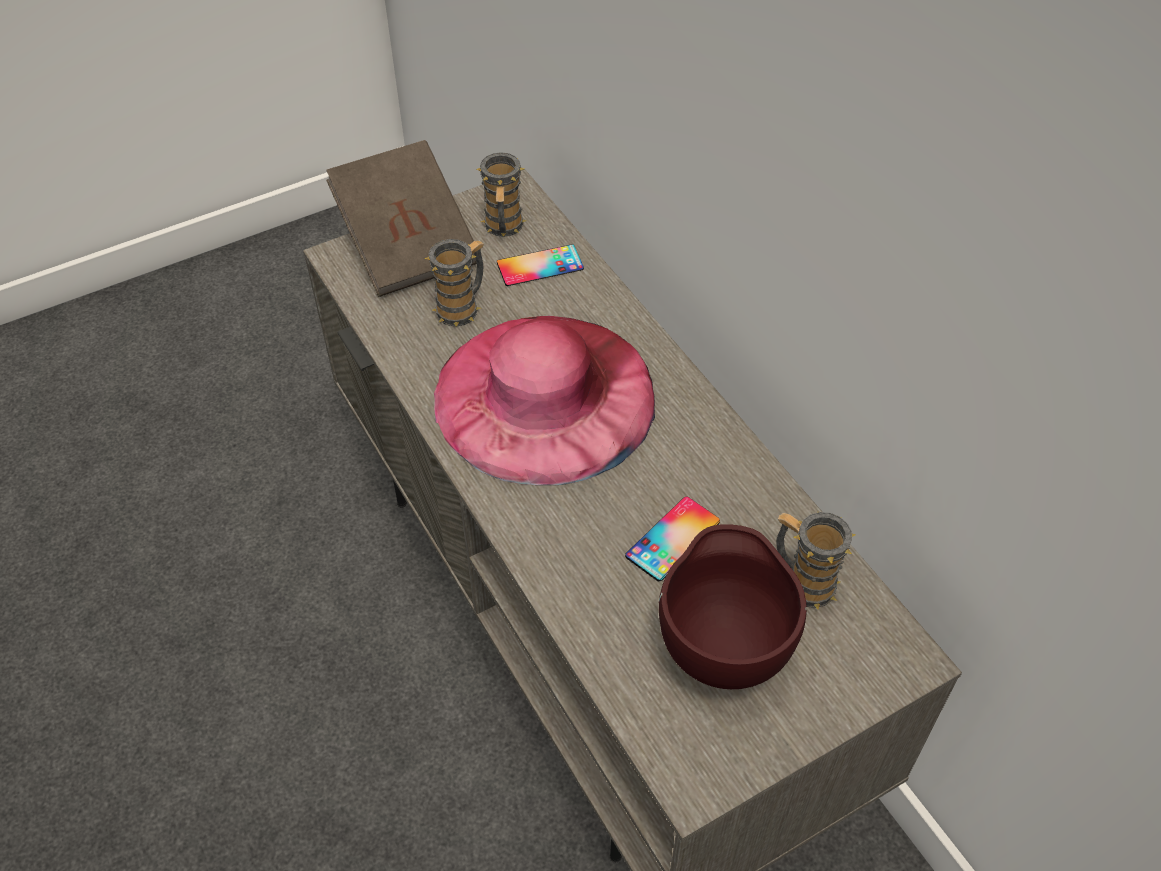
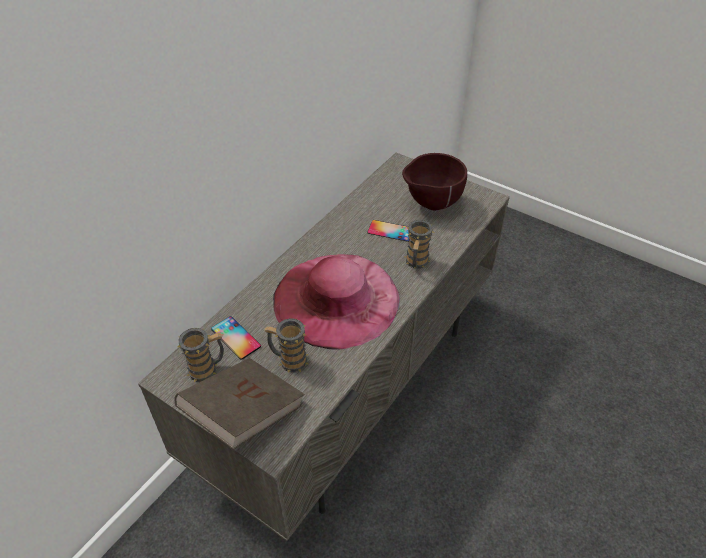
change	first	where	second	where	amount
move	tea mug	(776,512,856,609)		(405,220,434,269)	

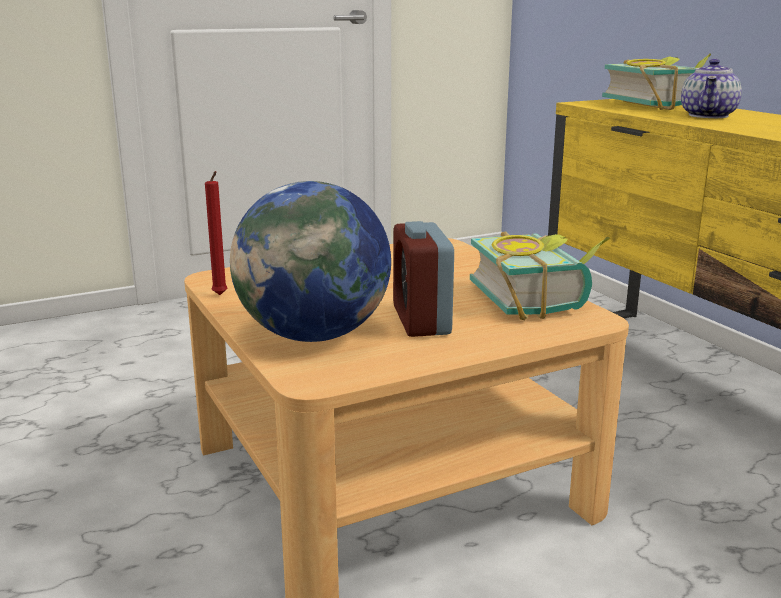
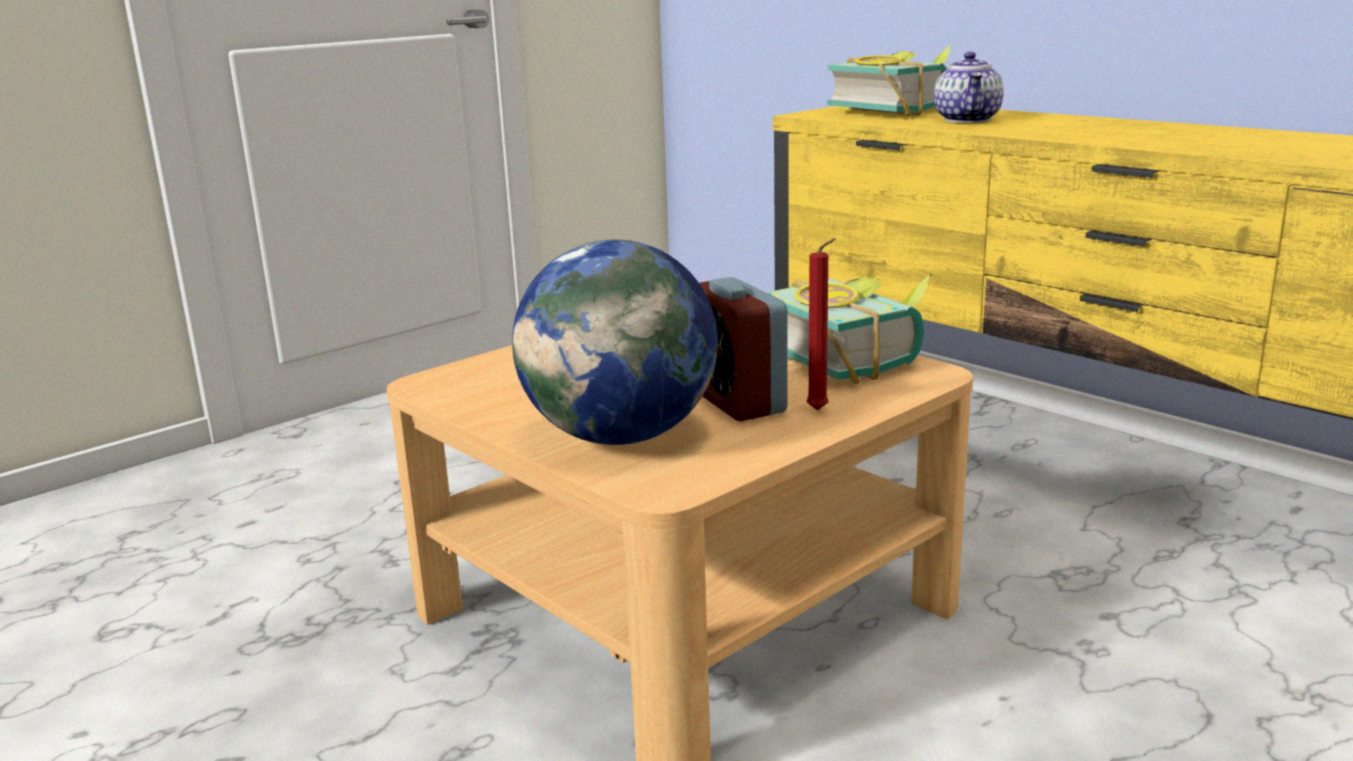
change	first	where	second	where	amount
move	red-coloured candle	(205,171,228,295)		(806,238,836,410)	

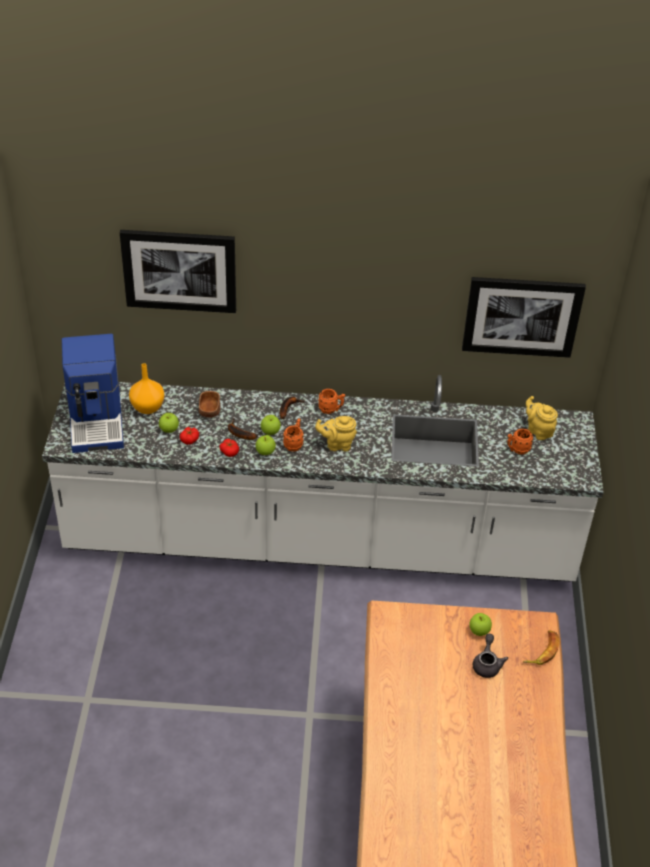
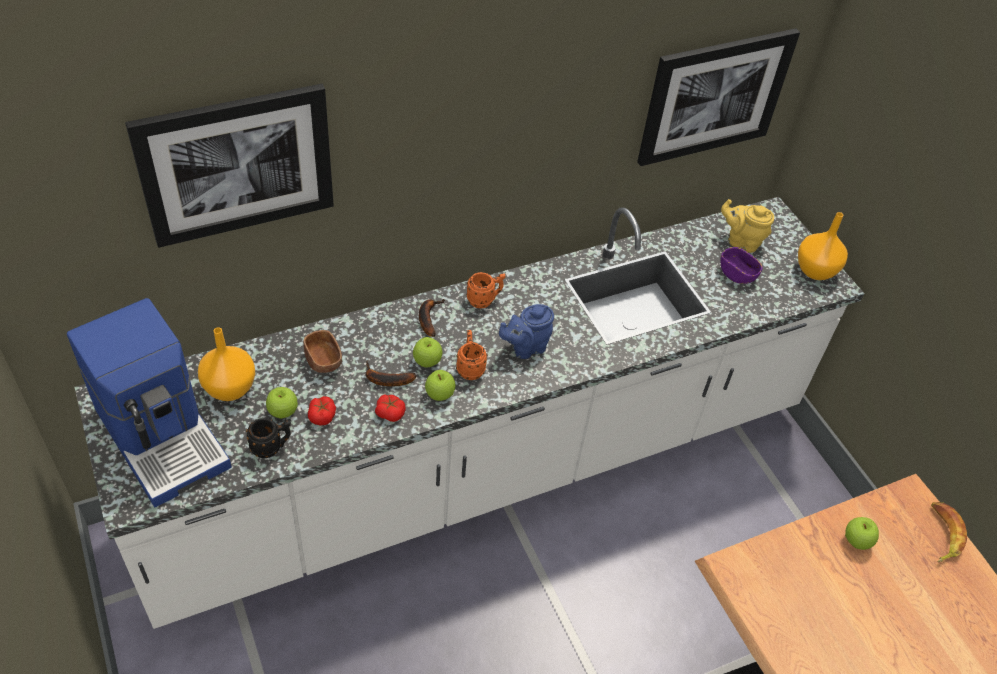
change	first	where	second	where	amount
recolor	yellowish tea pot	(315,416,357,452)	bluish tea pot	(499,304,554,359)	
replace	orangey tea mug	(507,428,534,454)	purple-coloured deep dish	(720,247,763,284)	
delete	greyish tea pot	(472,634,508,678)			
insert			orangey vase	(798,212,848,280)	
insert			black-coloured tea mug	(246,418,291,458)	

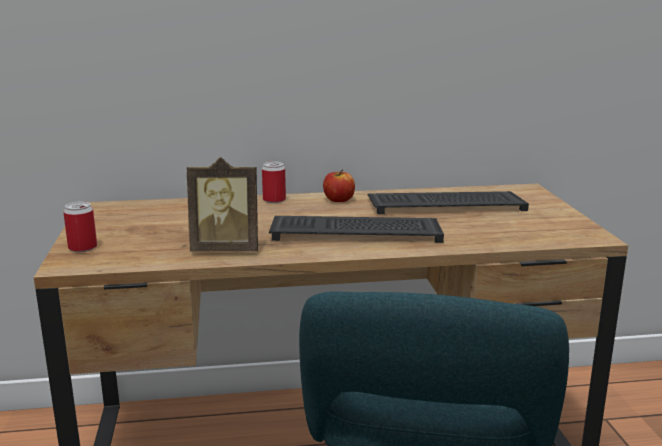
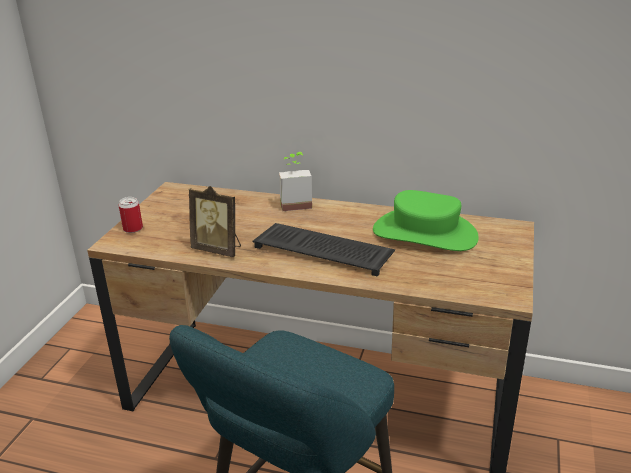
change	first	where	second	where	amount
replace	can	(262,161,286,203)	plant in a pot	(279,152,312,211)	
delete	apple fruit	(323,169,355,202)			
replace	computer keyboard	(368,191,529,214)	green-coloured wearable hat	(373,190,479,251)	

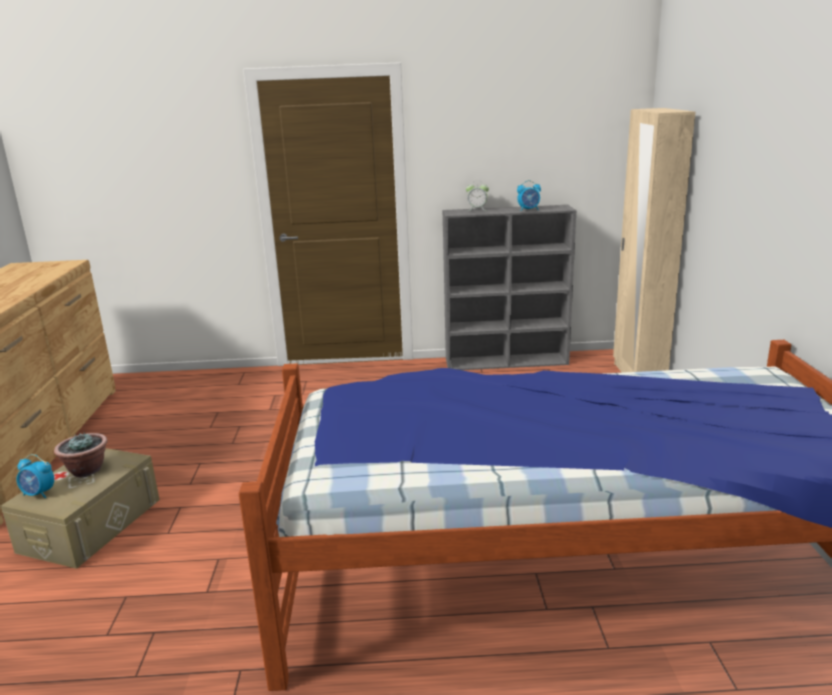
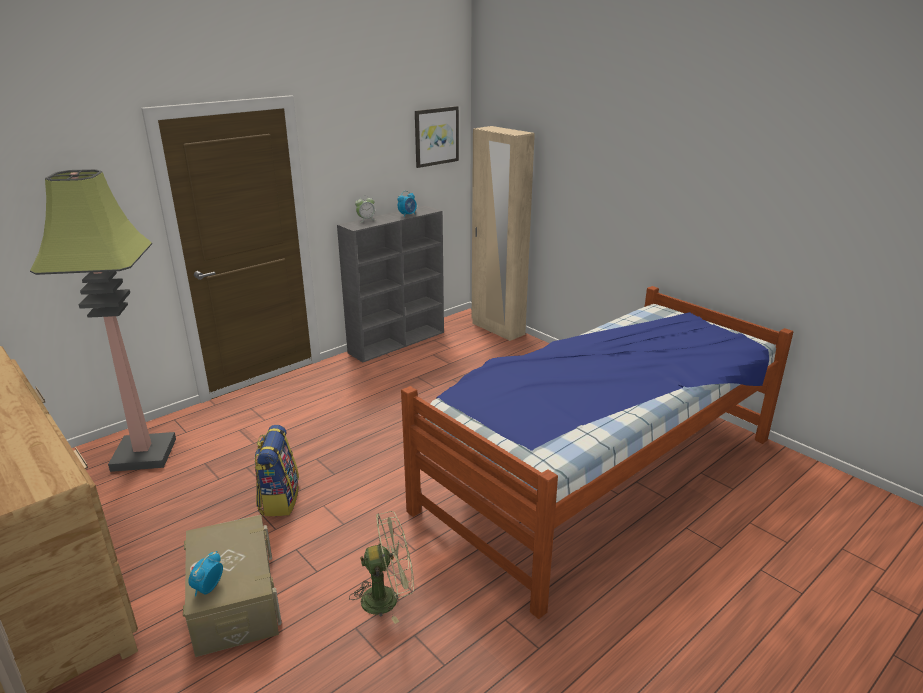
change	first	where	second	where	amount
delete	plant in a pot	(54,432,108,477)			
rotate	bedside clock	(17,454,54,498)		(188,551,223,597)	135 degrees clockwise
insert			wall picture	(415,106,459,168)	
insert			standing lamp	(30,169,176,472)	
insert			backpack	(254,425,299,516)	
insert			green-coloured electric fan	(349,511,414,624)	

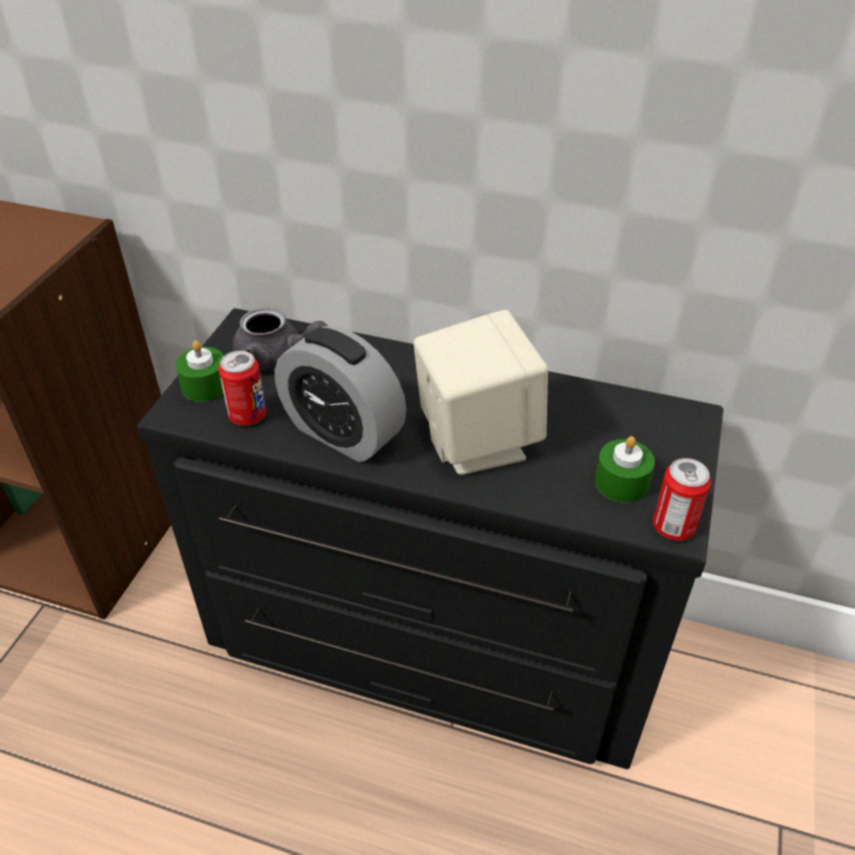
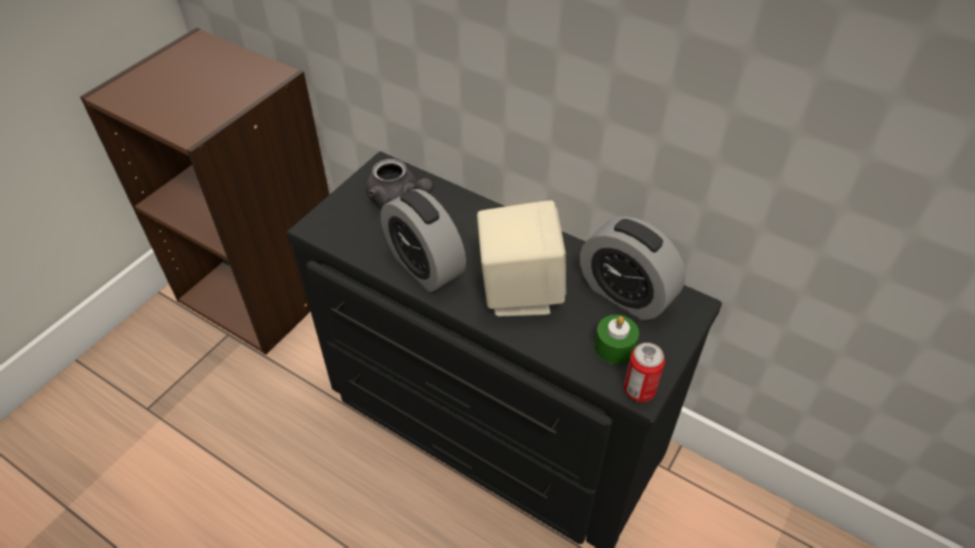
change	first	where	second	where	amount
delete	green-coloured candle	(176,340,224,402)			
delete	can	(219,351,266,425)			
insert			bedside clock	(580,216,686,320)	

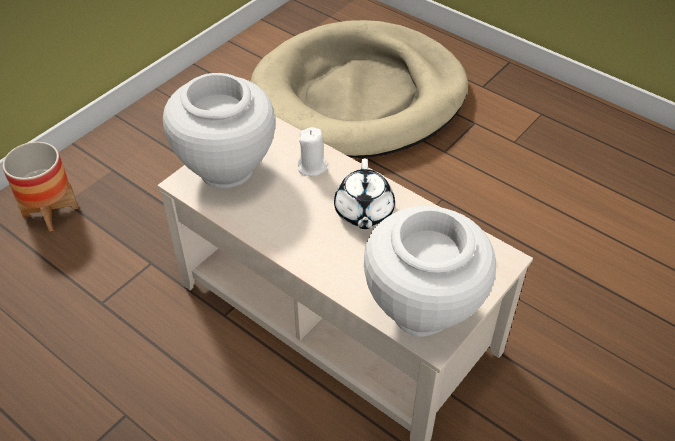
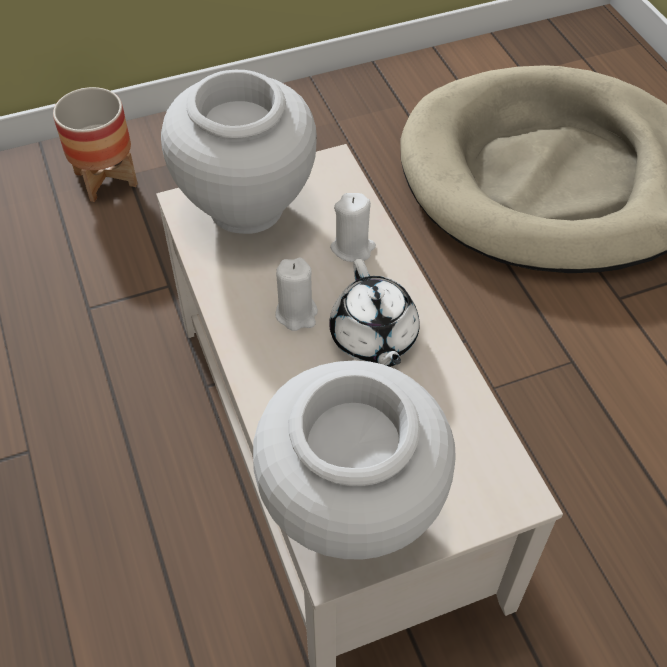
change	first	where	second	where	amount
rotate	whitish tea pot	(334,159,395,229)		(329,259,420,367)	45 degrees counterclockwise
insert			whitish candle	(275,258,318,331)	

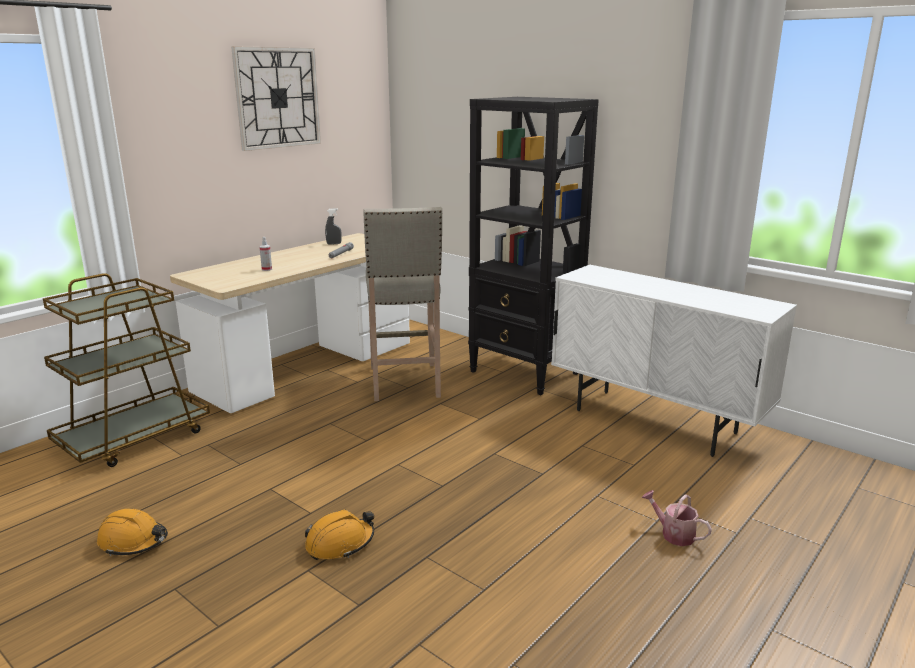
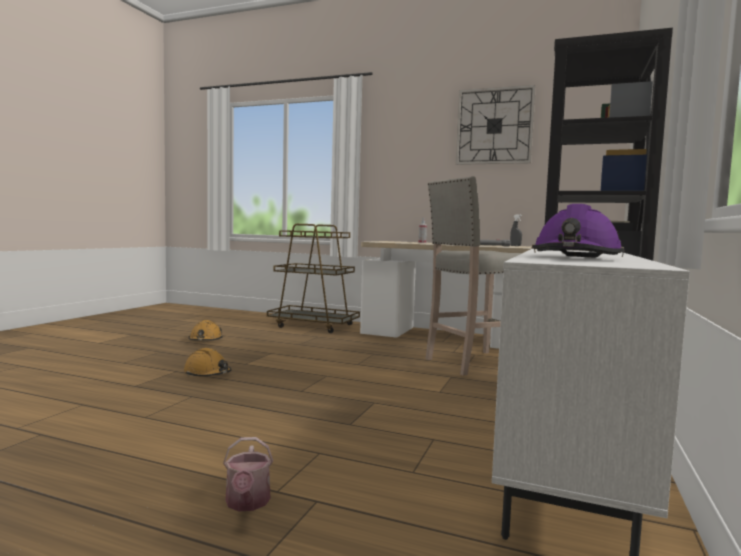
change	first	where	second	where	amount
rotate	watering pot	(642,490,712,546)		(223,437,273,511)	150 degrees clockwise
insert			purple-coloured safety helmet	(532,204,625,258)	

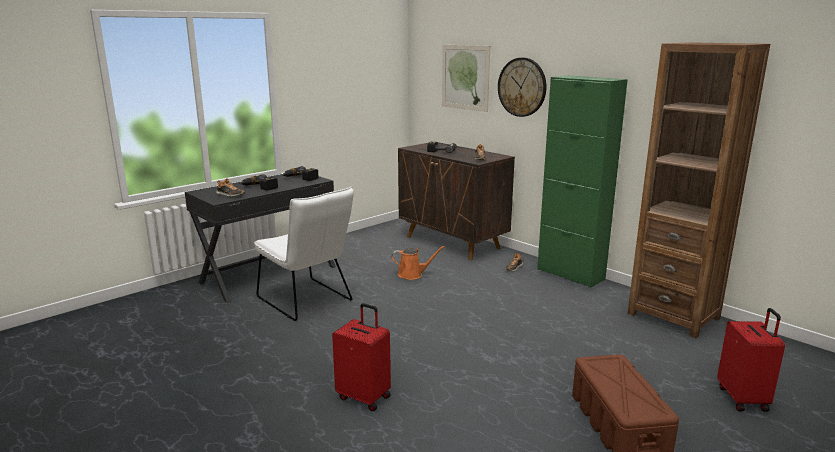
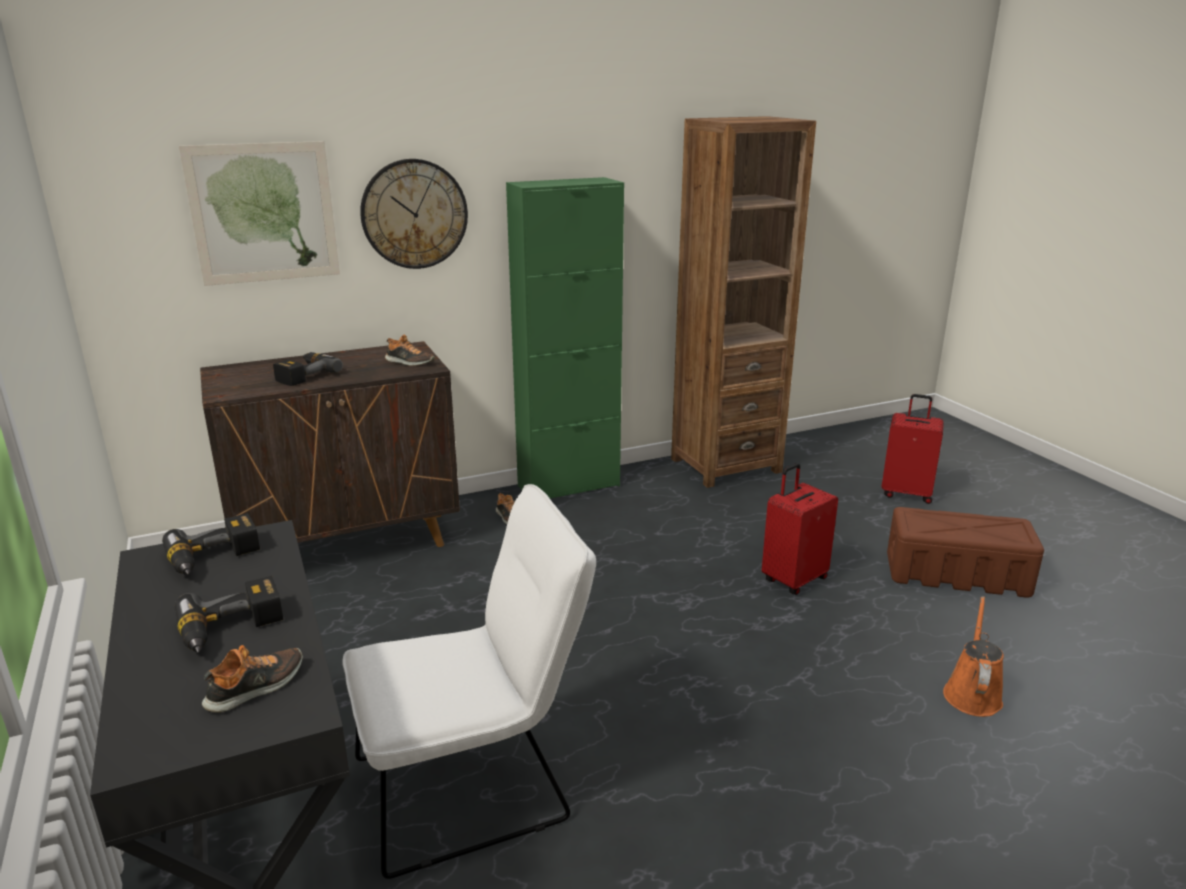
change	first	where	second	where	amount
move	orangey watering pot	(391,246,445,280)		(943,596,1004,717)	
move	red-coloured piece of luggage	(332,303,391,411)		(762,463,838,595)	

